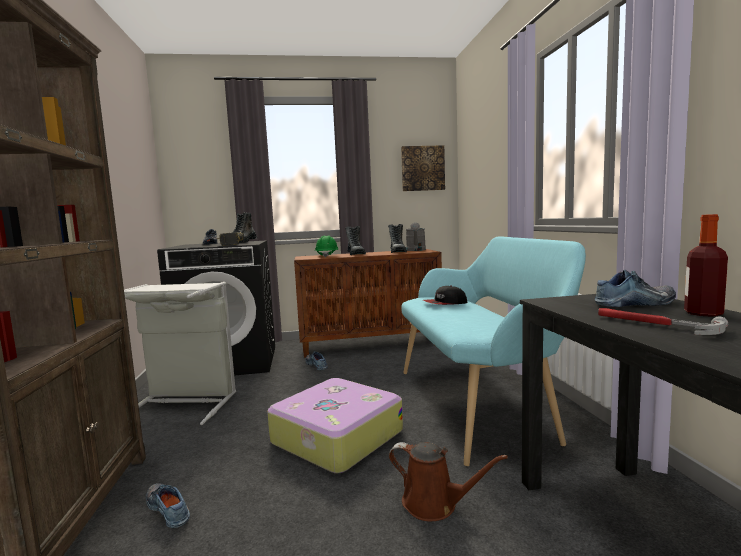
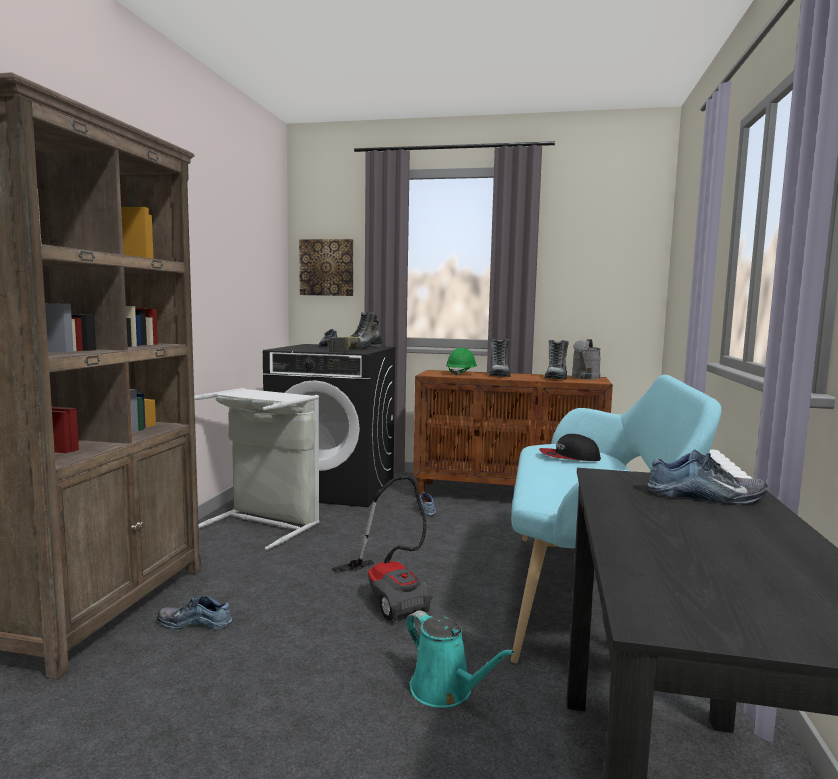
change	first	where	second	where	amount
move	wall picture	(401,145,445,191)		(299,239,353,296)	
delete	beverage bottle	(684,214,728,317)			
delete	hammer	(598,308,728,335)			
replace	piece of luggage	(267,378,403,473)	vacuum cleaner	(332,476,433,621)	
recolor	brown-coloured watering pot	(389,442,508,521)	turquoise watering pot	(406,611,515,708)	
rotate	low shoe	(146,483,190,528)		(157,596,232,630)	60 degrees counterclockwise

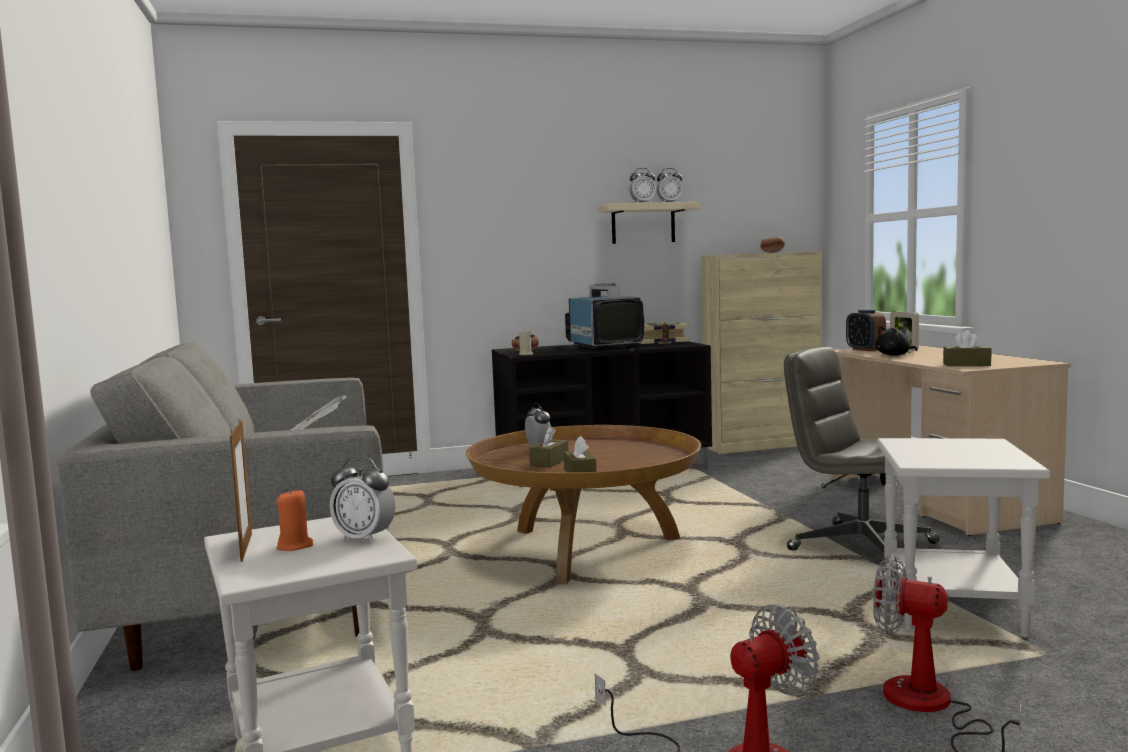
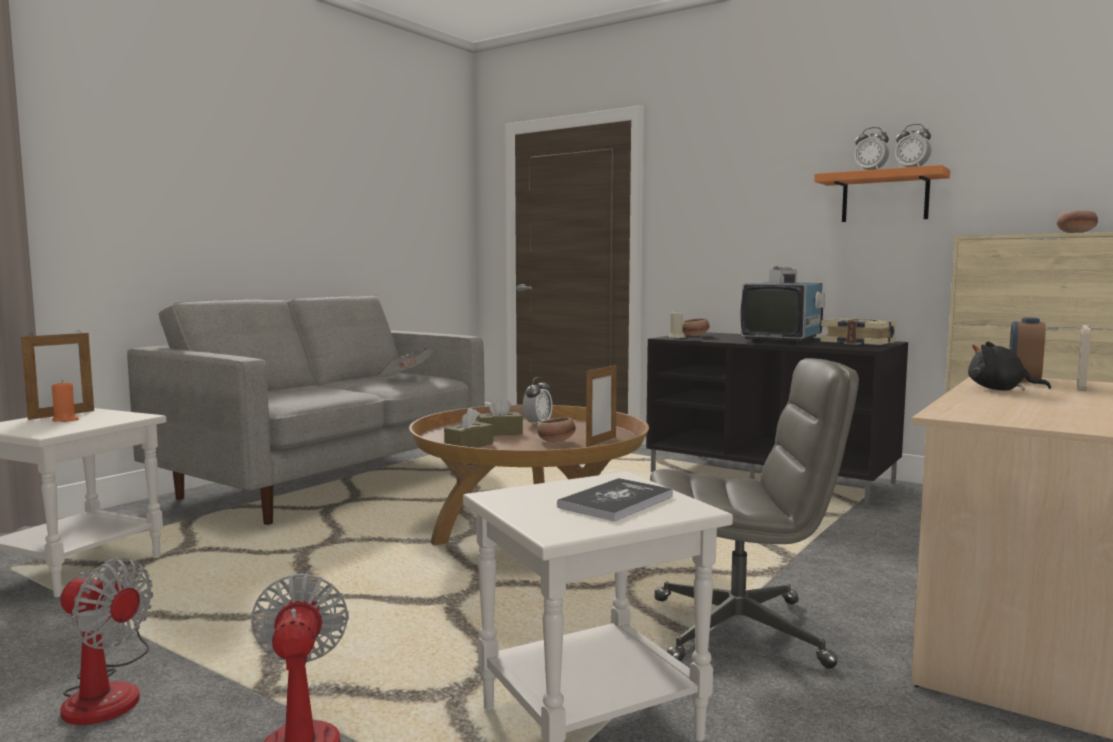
change	first	where	second	where	amount
recolor	beige-coloured shelf	(598,202,701,244)	orangey shelf	(814,165,950,222)	
delete	brown-coloured tissue box	(943,330,991,366)			
rotate	greyish computer chair	(784,347,940,572)		(650,358,859,669)	90 degrees clockwise
delete	bedside clock	(330,455,395,544)			
insert			photo frame	(586,363,617,447)	
insert			deep dish	(537,417,576,442)	
insert			bound book	(557,478,673,521)	

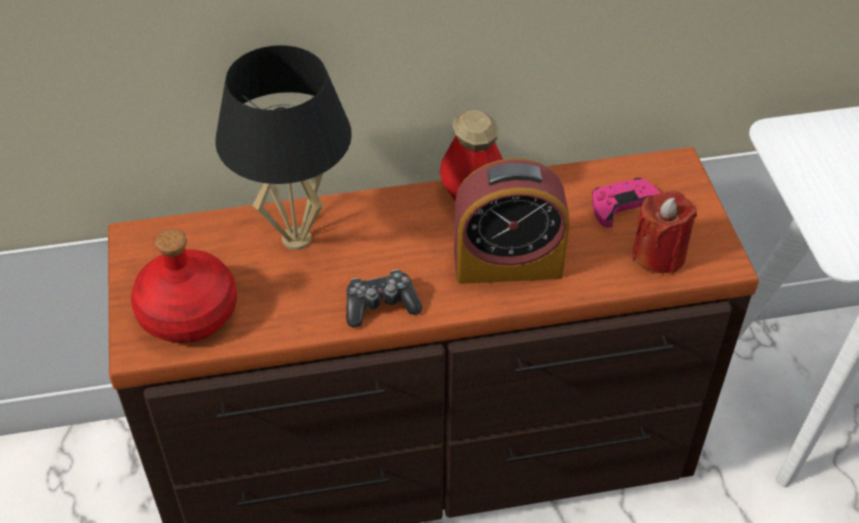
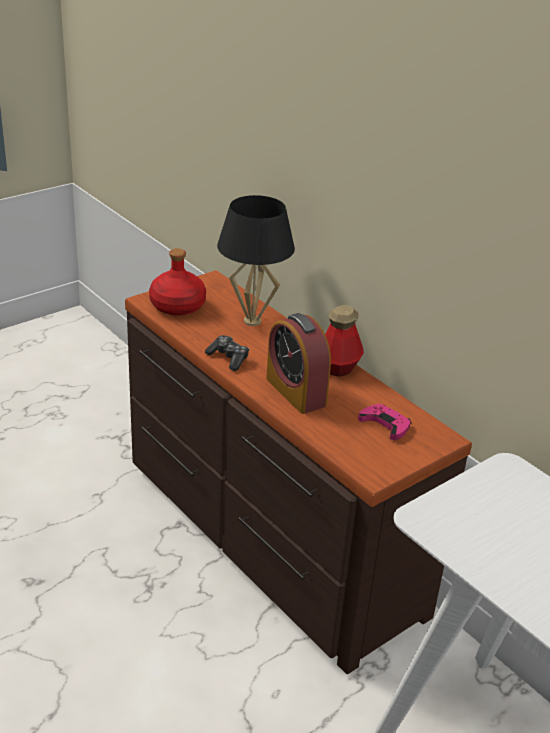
change	first	where	second	where	amount
delete	red-coloured candle	(632,190,697,274)			

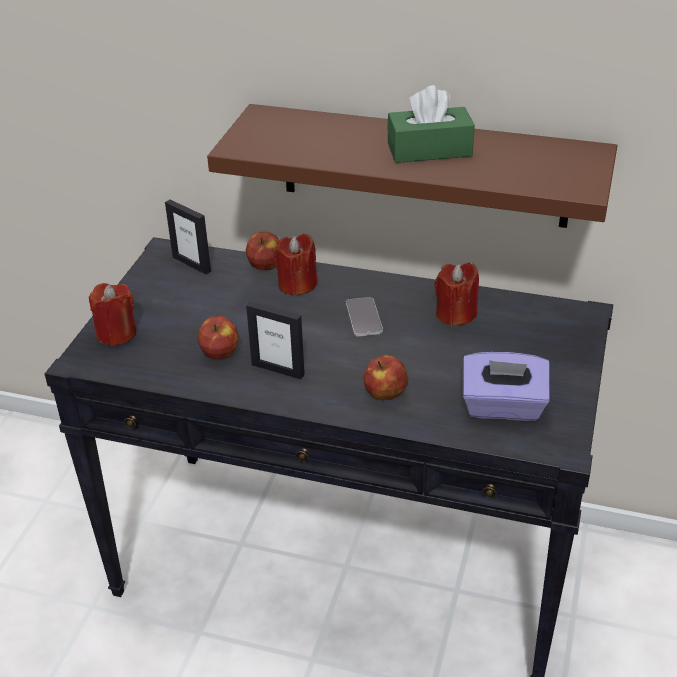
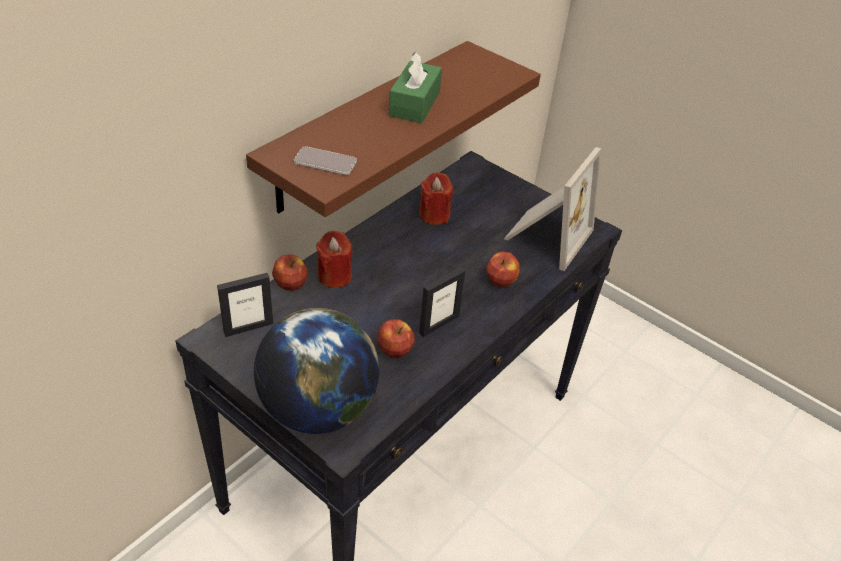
change	first	where	second	where	amount
replace	red-coloured candle	(89,283,137,346)	globe	(254,308,379,434)	
move	phone	(346,297,383,336)		(294,146,357,175)	
replace	purple-coloured tissue box	(463,352,550,421)	photo frame	(504,147,601,271)	

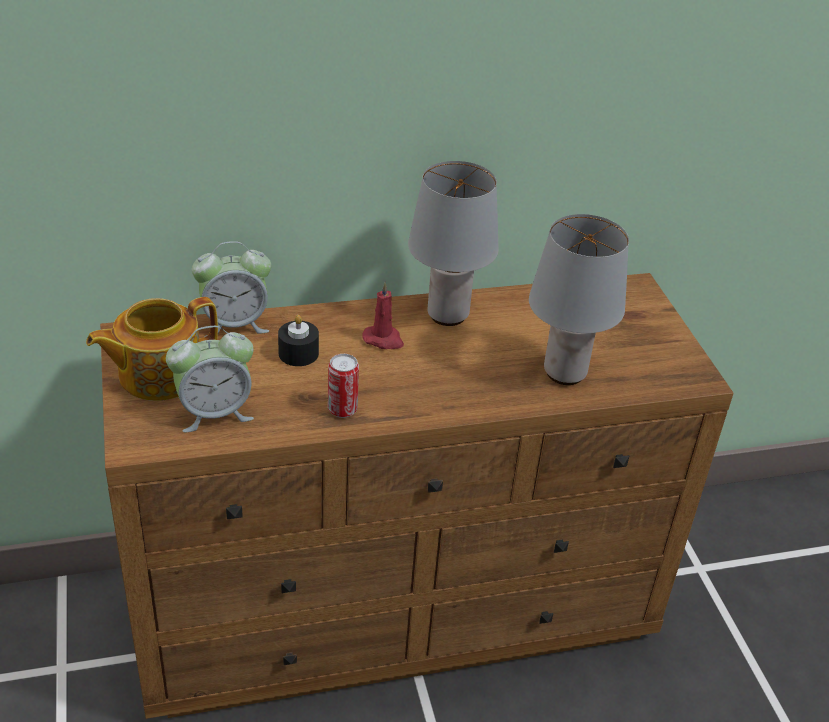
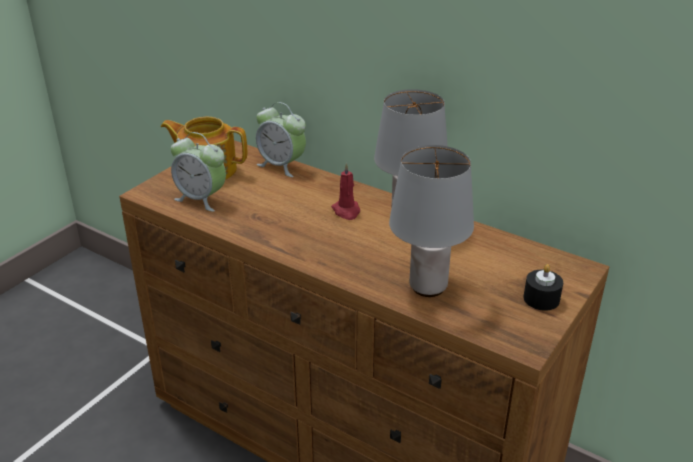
change	first	where	second	where	amount
move	black-coloured candle	(278,315,319,366)		(524,264,563,311)	
delete	can	(328,354,359,418)			

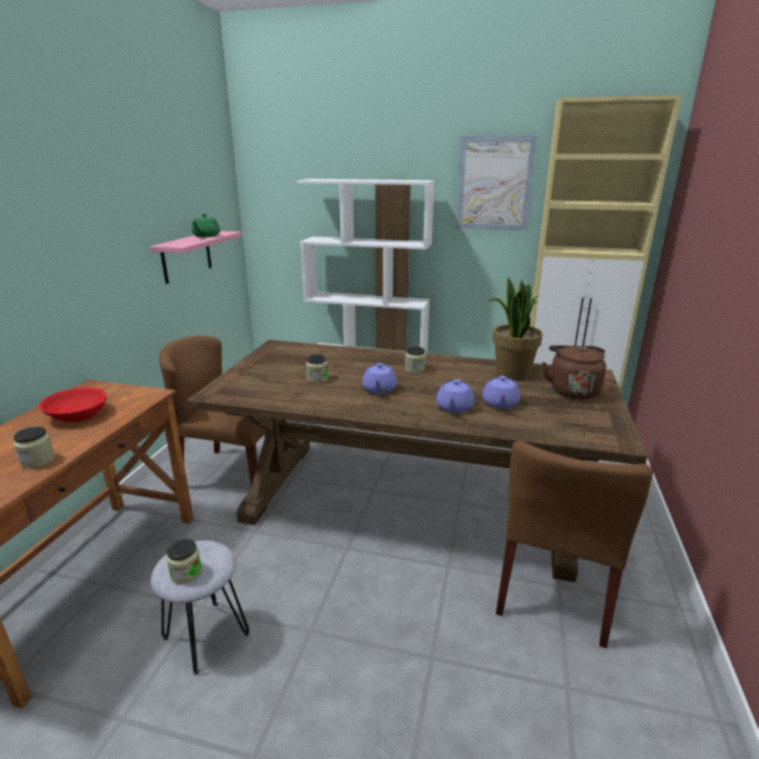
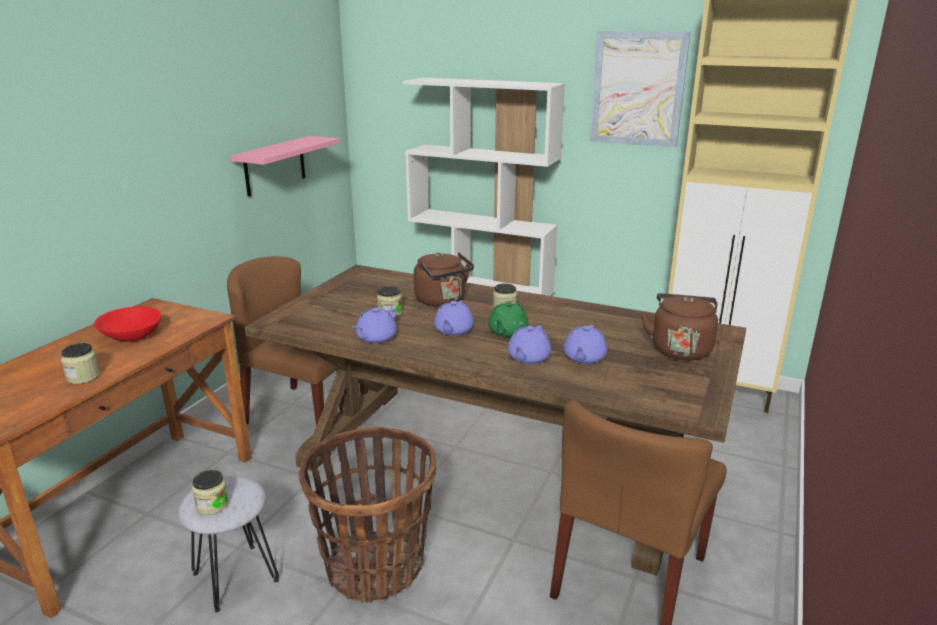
change	first	where	second	where	amount
move	green-coloured tea pot	(192,214,220,237)		(488,302,528,337)	
delete	plant in a pot	(489,277,542,381)			
insert			brown-coloured tea kettle	(414,252,474,307)	
insert			purple-coloured tea pot	(352,308,397,344)	
insert			basket	(298,427,436,603)	

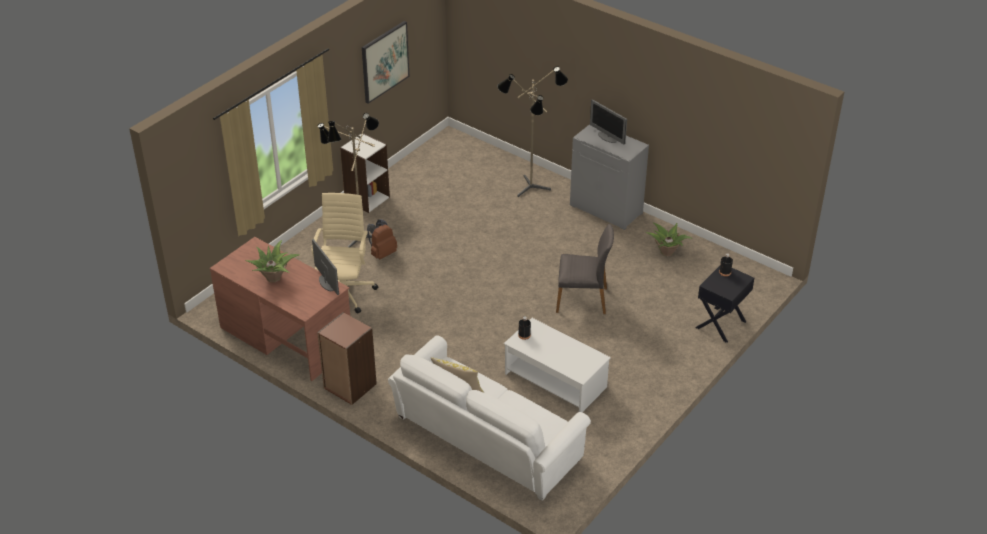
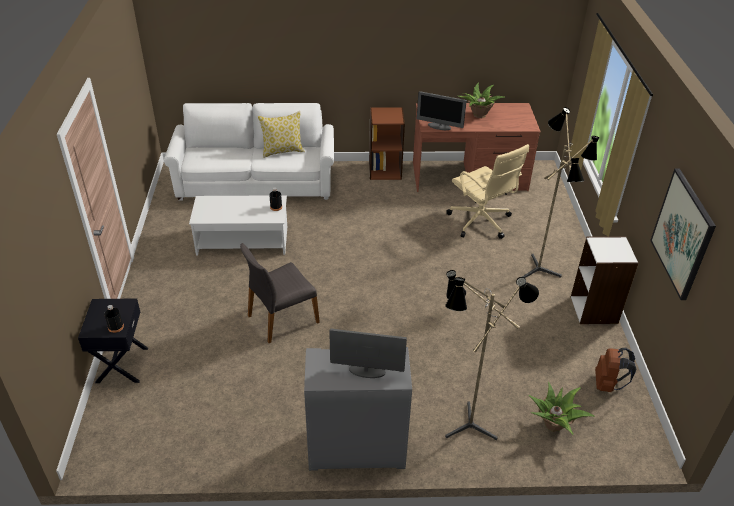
change	first	where	second	where	amount
move	brown-coloured backpack	(367,219,397,259)		(595,348,636,392)	
move	plant in a pot	(646,223,692,257)		(529,382,594,435)	

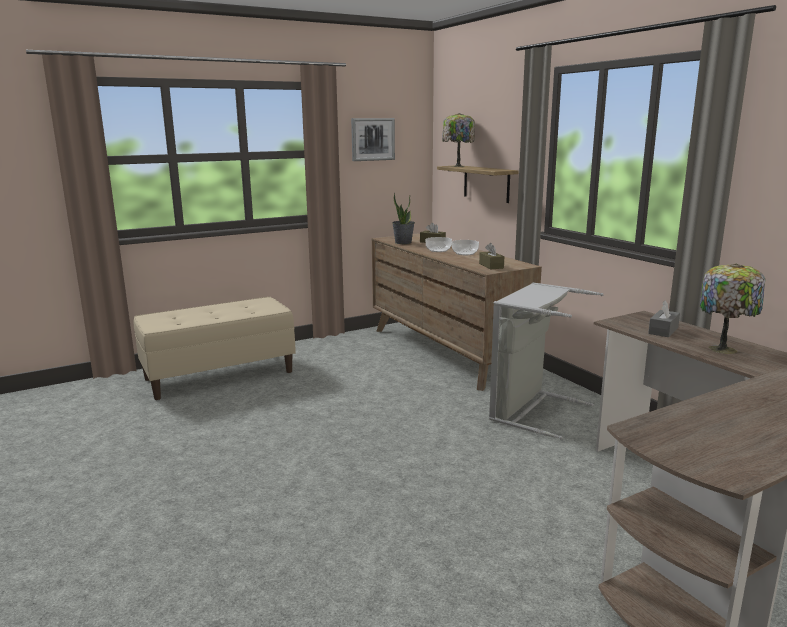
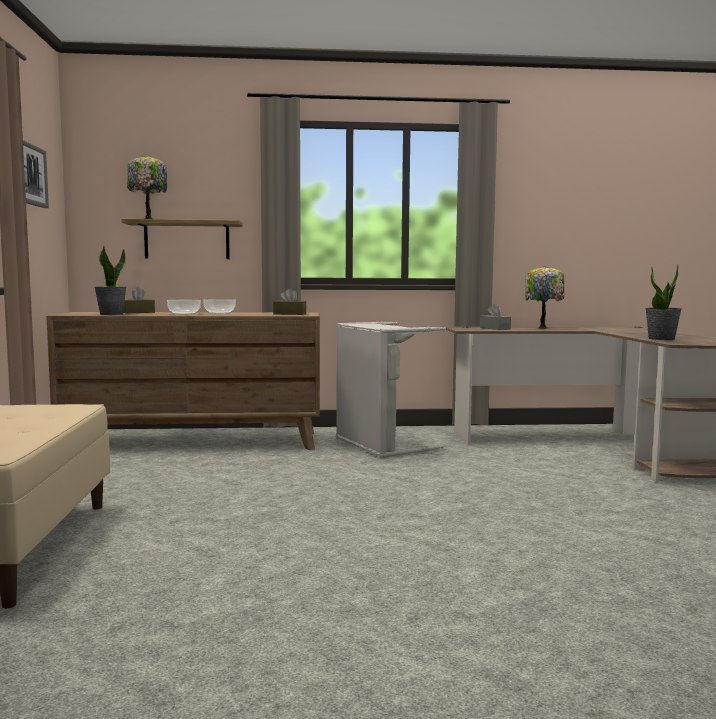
change	first	where	second	where	amount
insert			plant in a pot	(645,265,682,340)	

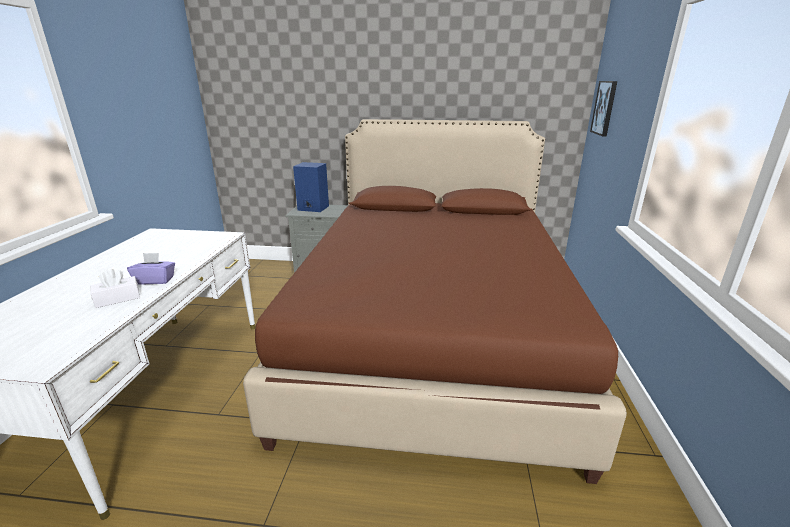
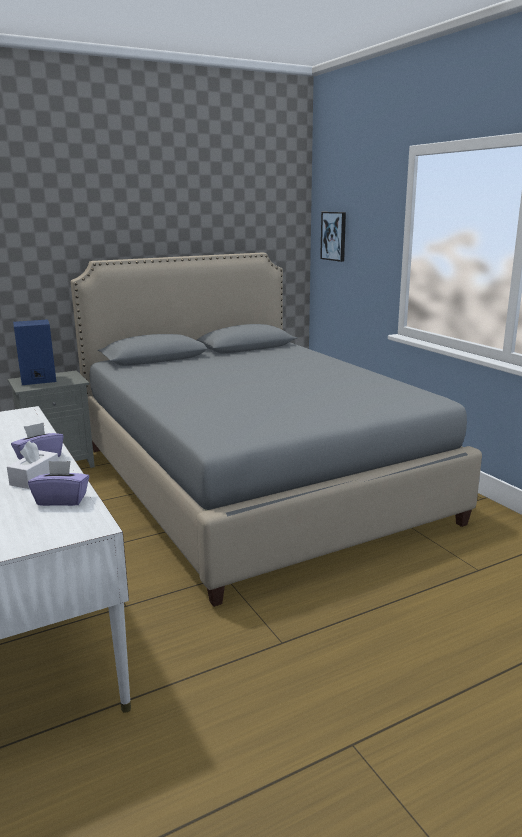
change	first	where	second	where	amount
recolor	brown-coloured sleeping bed	(243,119,627,484)	greyish sleeping bed	(71,253,482,607)	
insert			purple-coloured tissue box	(28,461,89,506)	

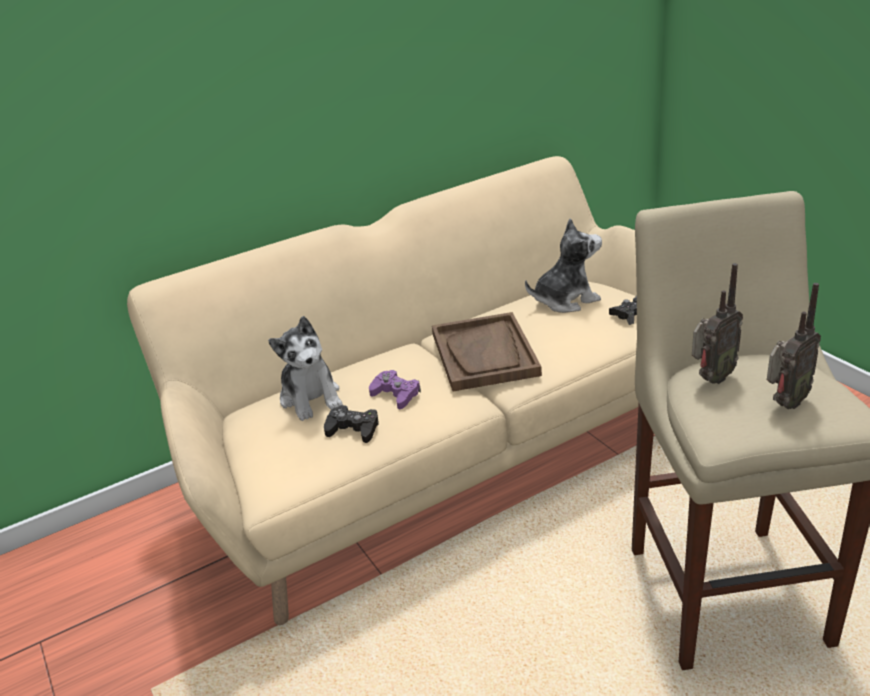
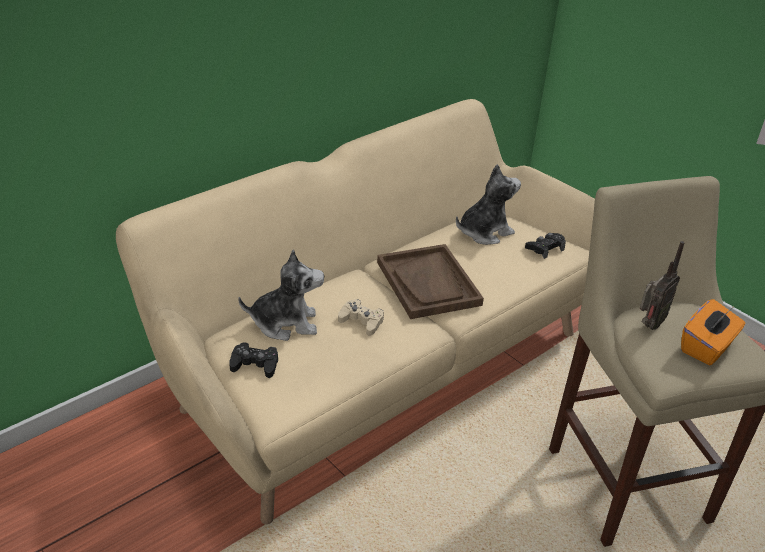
change	first	where	second	where	amount
replace	radio	(767,283,821,409)	orangey tissue box	(681,299,745,365)	
rotate	soft toy	(268,316,343,421)		(238,249,324,341)	60 degrees counterclockwise
recolor	purple-coloured joypad	(369,370,421,409)	beige-coloured joypad	(338,299,384,336)	
move	black-coloured joypad	(324,405,379,443)		(229,342,278,378)	

